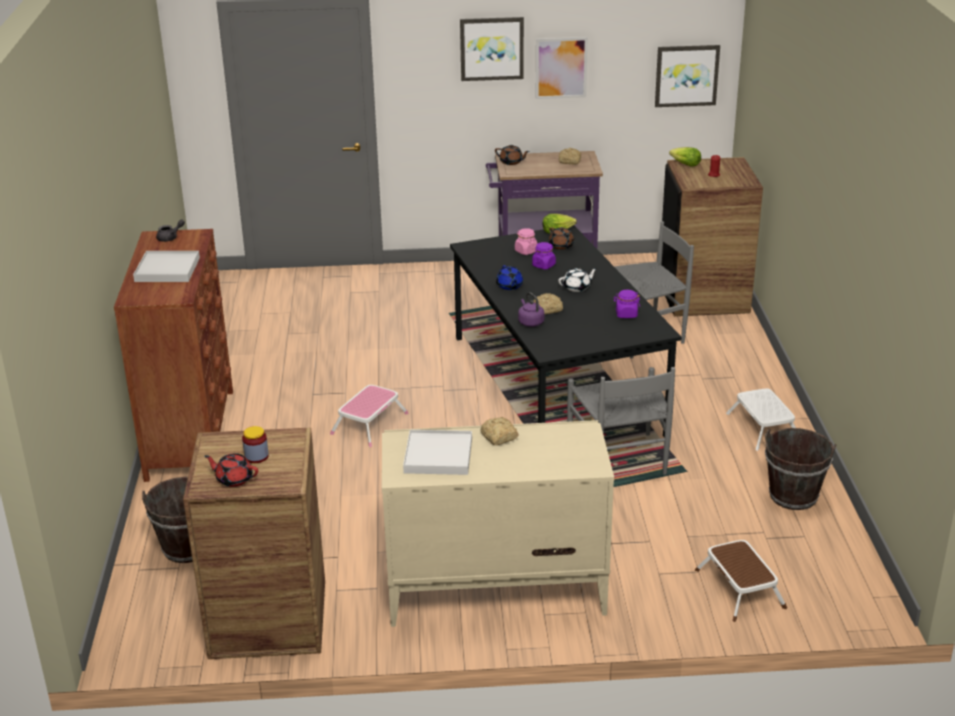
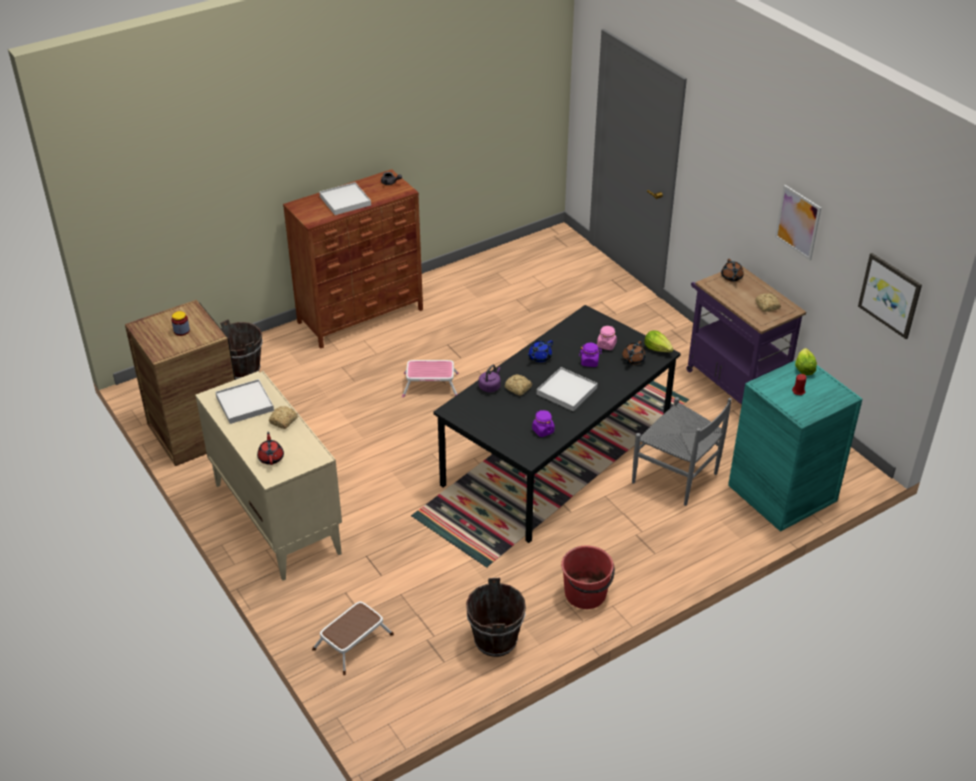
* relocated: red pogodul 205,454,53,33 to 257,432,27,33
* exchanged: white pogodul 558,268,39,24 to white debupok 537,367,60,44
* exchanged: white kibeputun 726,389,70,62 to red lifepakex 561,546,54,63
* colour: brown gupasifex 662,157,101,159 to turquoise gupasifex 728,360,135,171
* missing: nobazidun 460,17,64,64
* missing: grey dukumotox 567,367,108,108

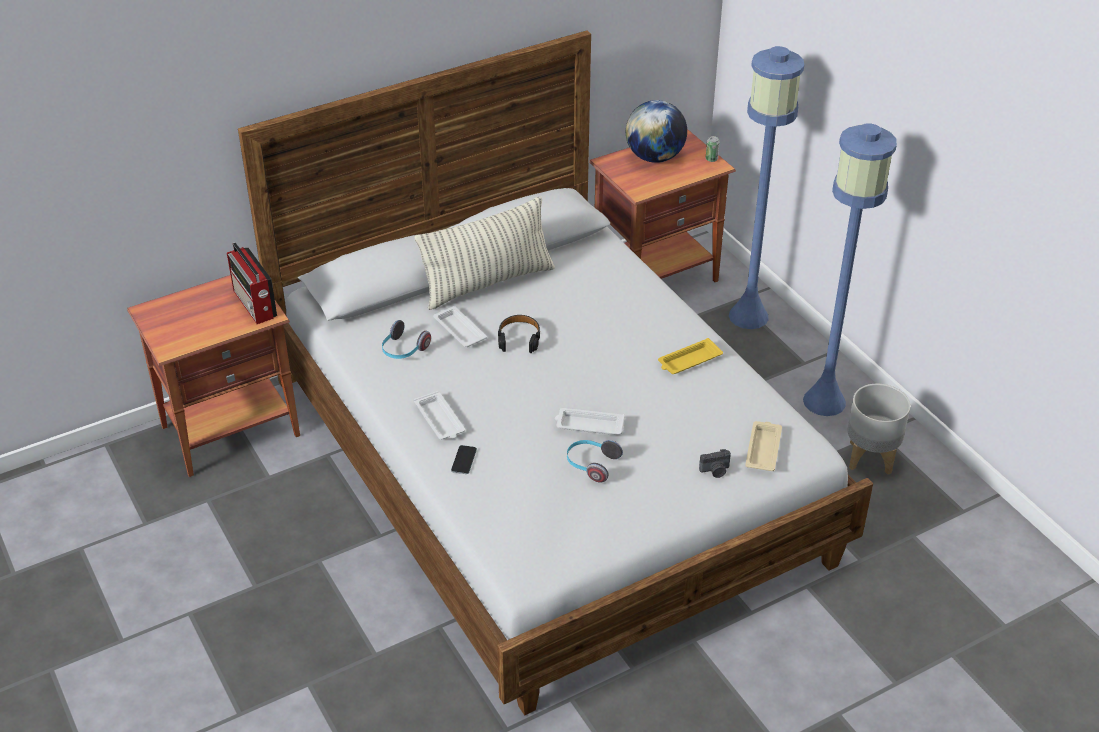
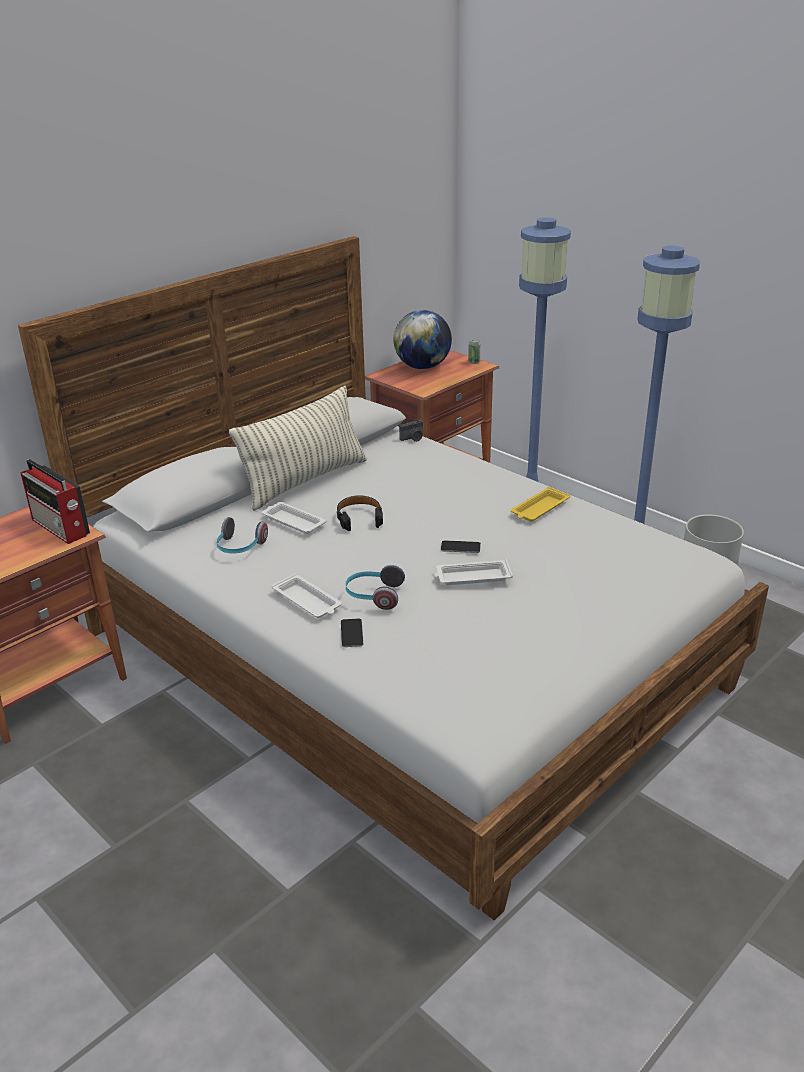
* relocated: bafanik 567,440,56,43 to 345,565,60,45
* relocated: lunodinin 699,449,32,29 to 399,419,24,23
* appeared: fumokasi 441,540,40,13
* missing: beige debupok 745,421,37,50

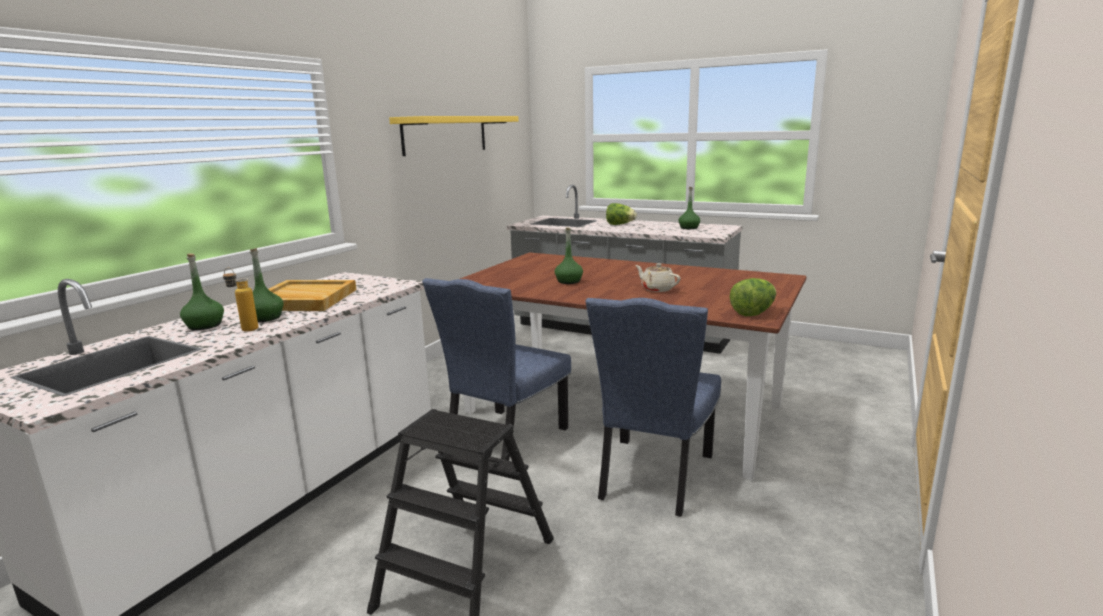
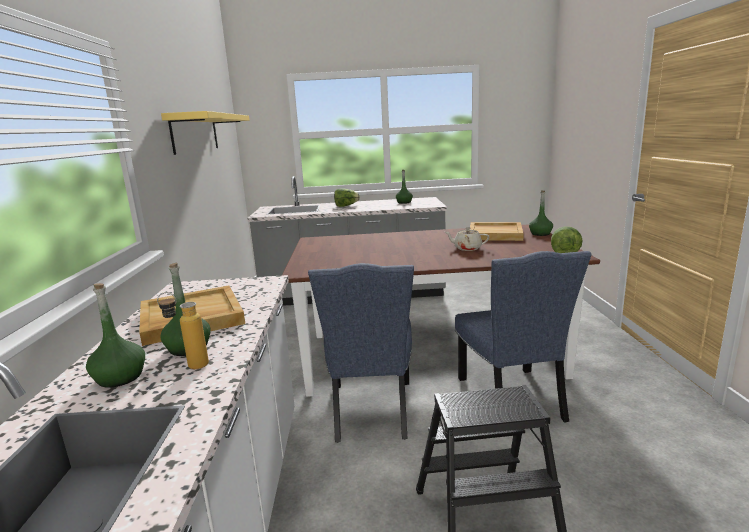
* appeared: beige debupok 470,222,54,19
* relocated: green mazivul 555,227,28,57 to 529,191,24,45

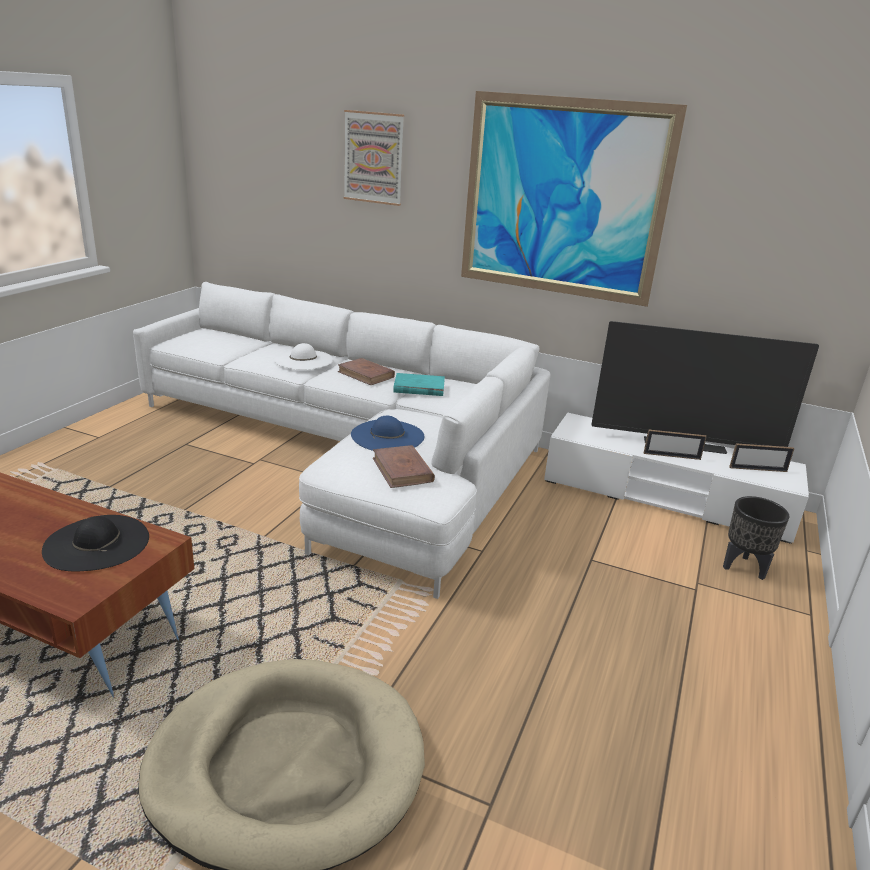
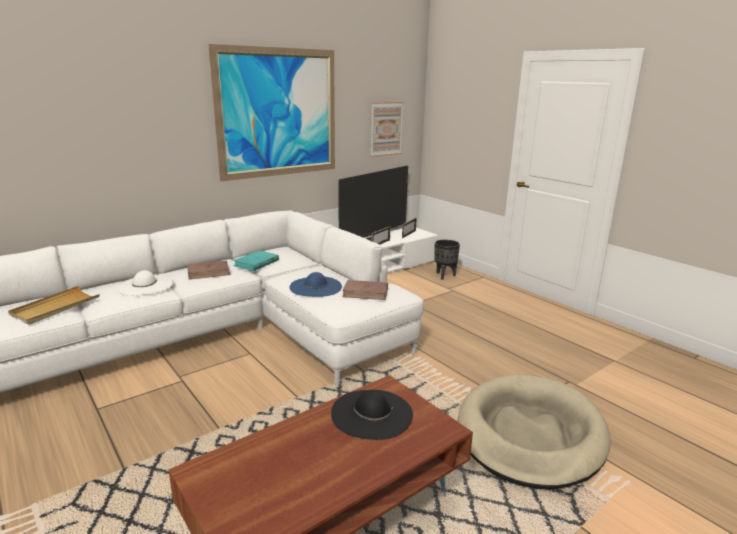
* appeared: beige debupok 8,286,92,38
* relocated: nobazidun 344,110,60,96 to 370,102,34,55

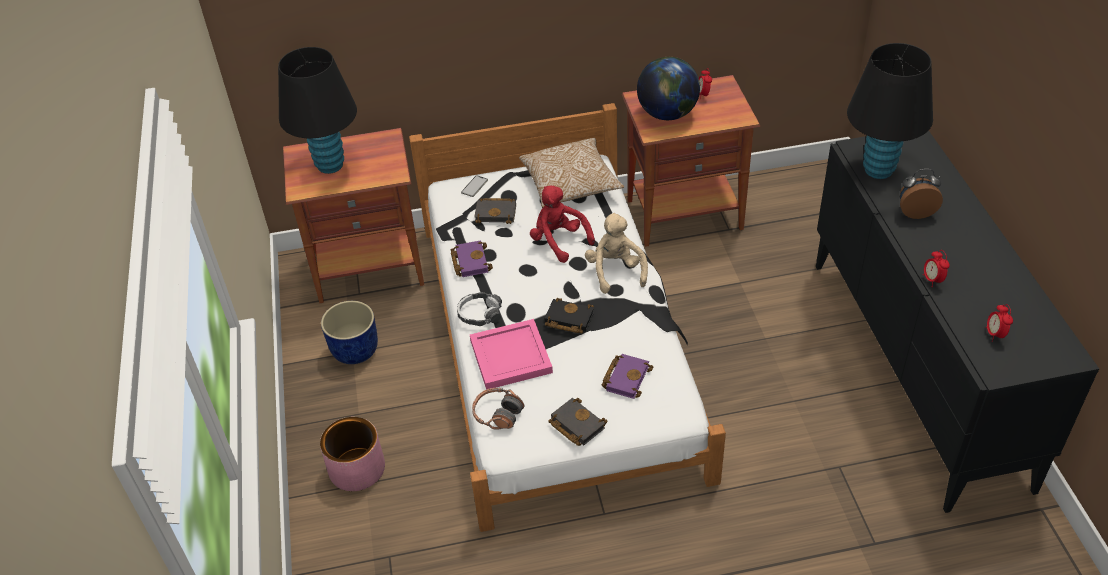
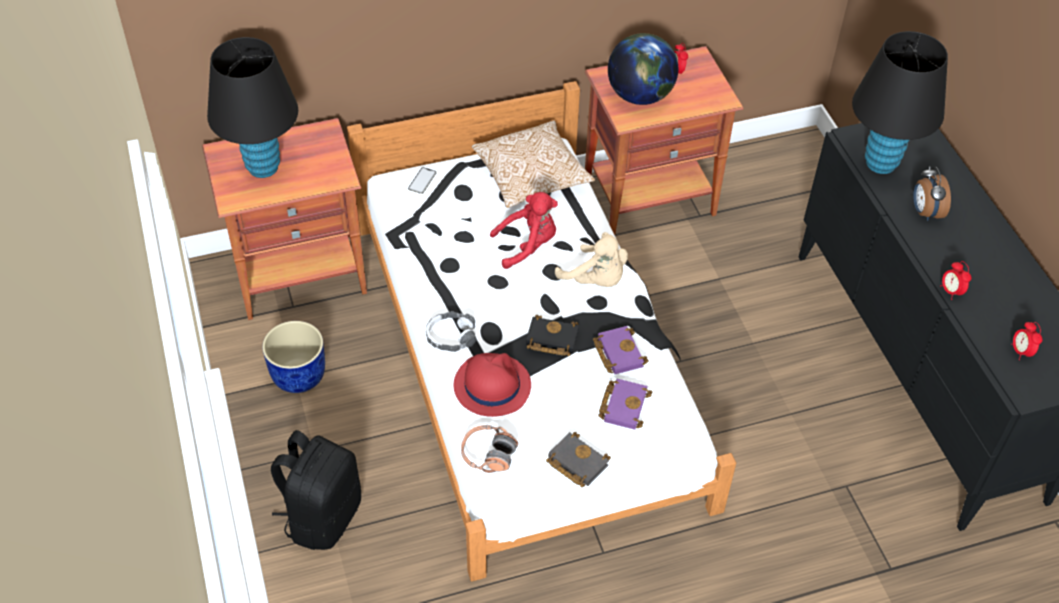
* exchanged: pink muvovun 320,417,65,74 to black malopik 271,430,90,120
* exchanged: pink debupok 470,319,83,71 to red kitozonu 454,353,77,64
* spun: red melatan 530,186,65,77 = 490,192,68,77 120 degrees clockwise
* spun: beige melatan 585,213,63,81 = 555,232,73,55 150 degrees clockwise
* relocated: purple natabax 451,240,42,37 to 593,326,55,48
* spun: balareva 900,169,43,50 = 913,166,38,55 90 degrees counterclockwise
* missing: black natabax 474,198,42,26

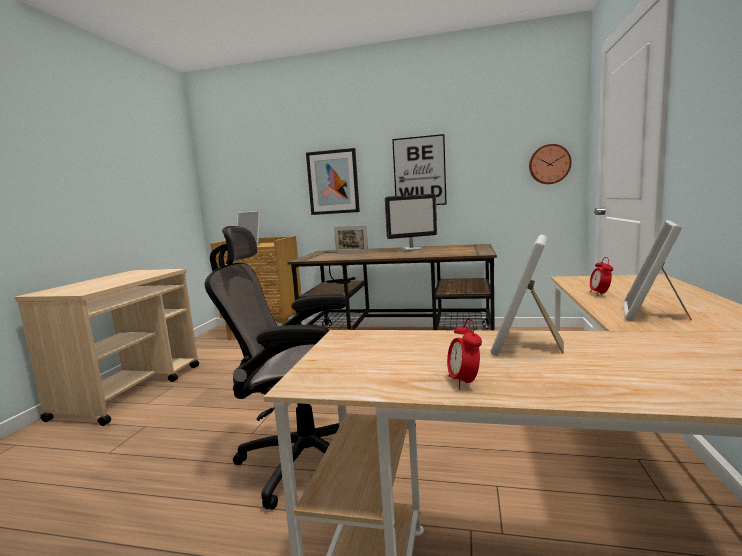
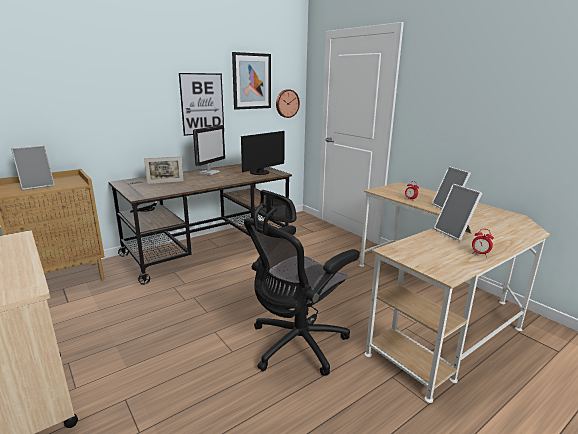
* relocated: nobazidun 306,148,54,67 to 232,52,39,58
* appeared: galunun 241,131,44,44

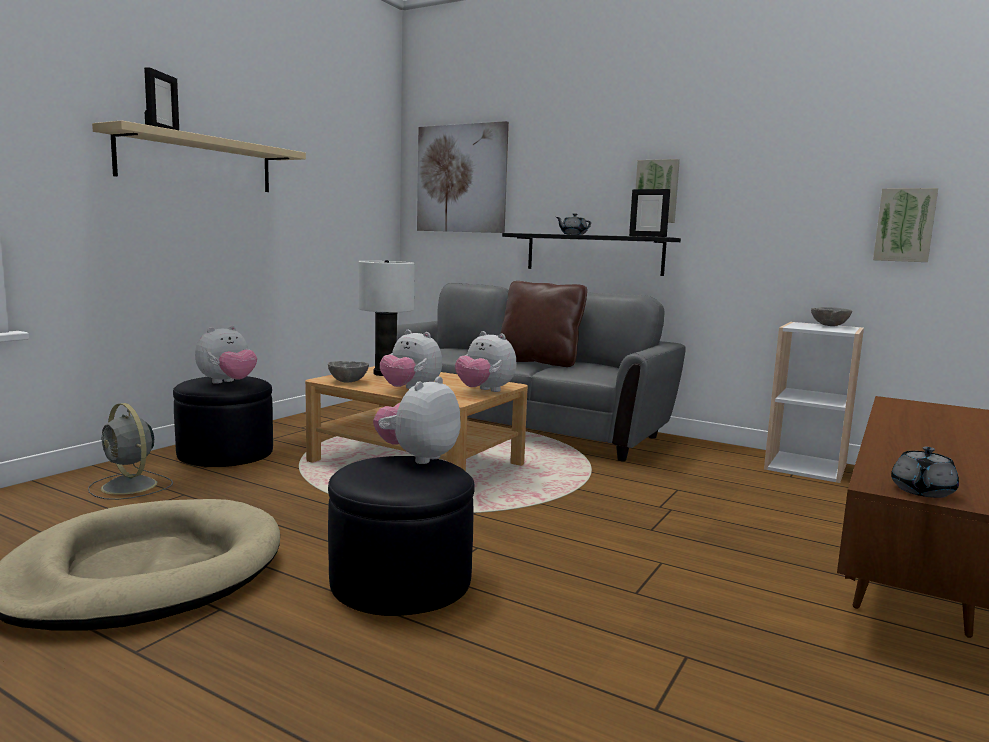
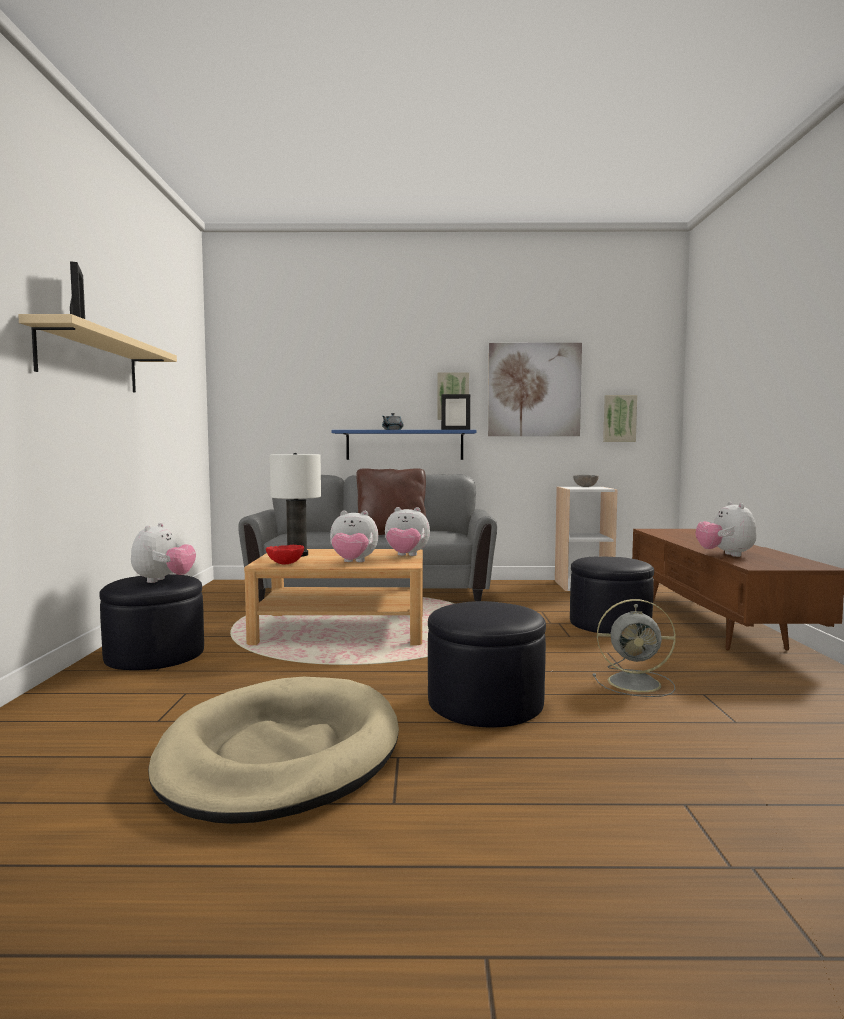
* colour: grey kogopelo 328,361,41,21 to red kogopelo 266,545,38,20
* colour: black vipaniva 502,233,179,43 to blue vipaniva 331,430,145,30
* relocated: nobazidun 417,121,92,112 to 488,343,94,93
* appeared: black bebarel 570,556,84,78
* relocated: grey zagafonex 88,403,85,97 to 592,599,84,98
* relocated: melatan 373,376,88,88 to 696,502,61,55
* missing: grey pogodul 891,447,68,51

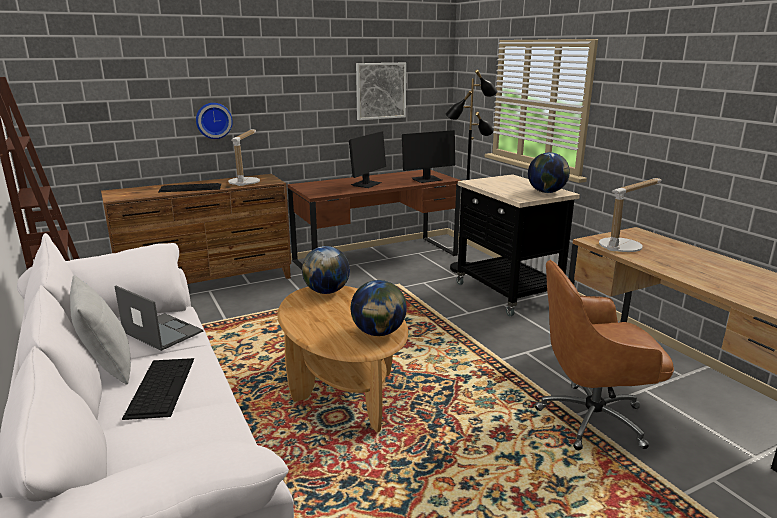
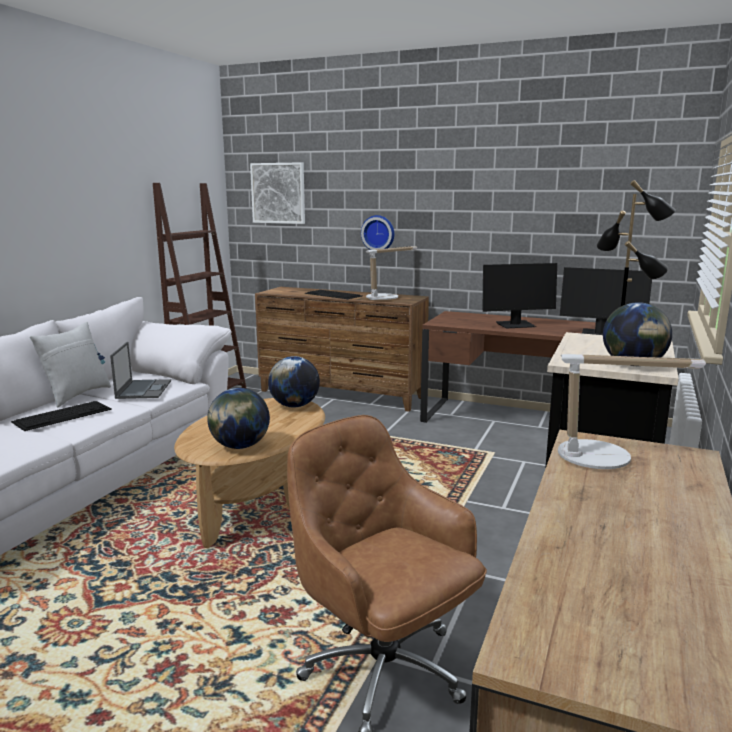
* relocated: nobazidun 356,63,50,57 to 250,162,55,62

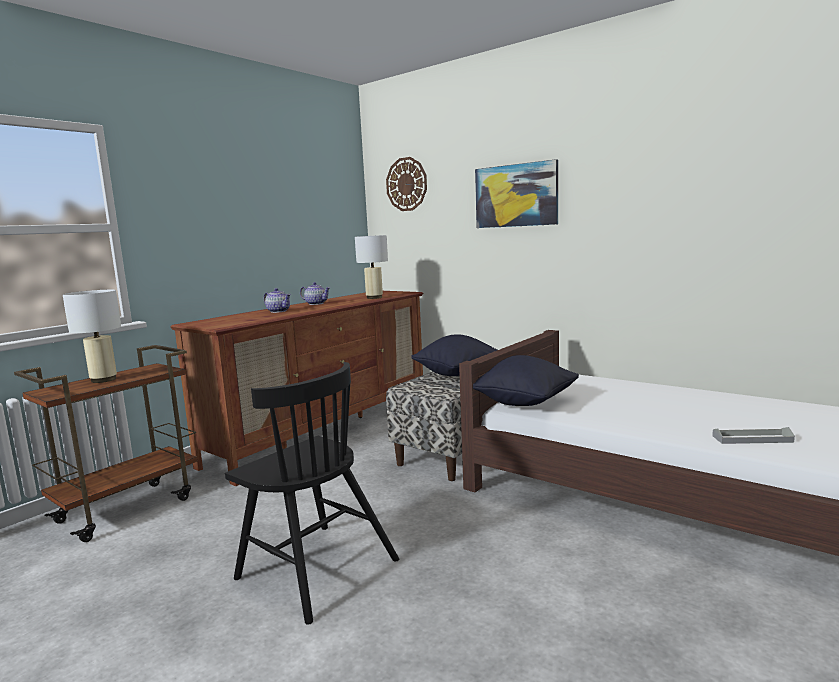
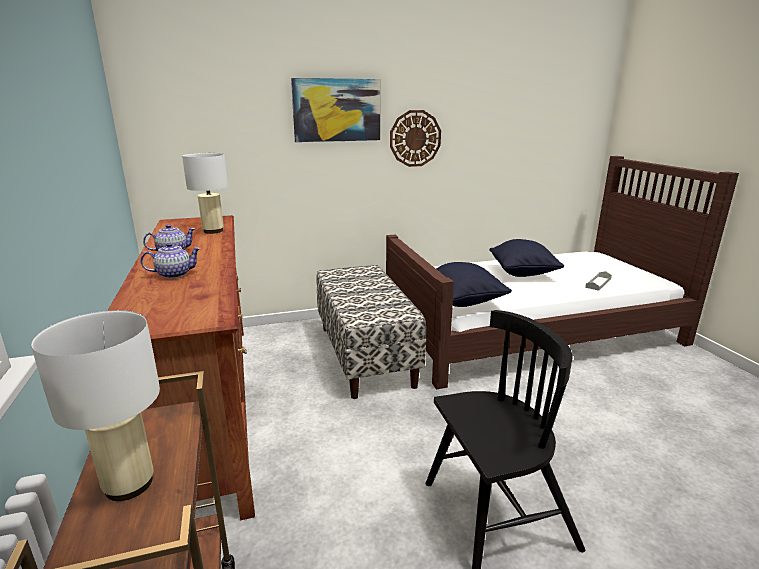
* relocated: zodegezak 386,157,41,54 to 390,110,51,57
* relocated: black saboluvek 411,334,86,42 to 489,239,75,38

